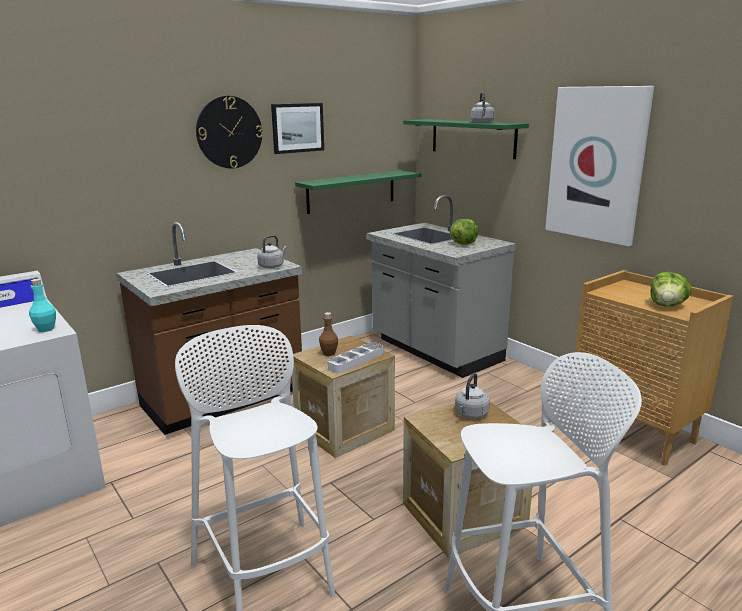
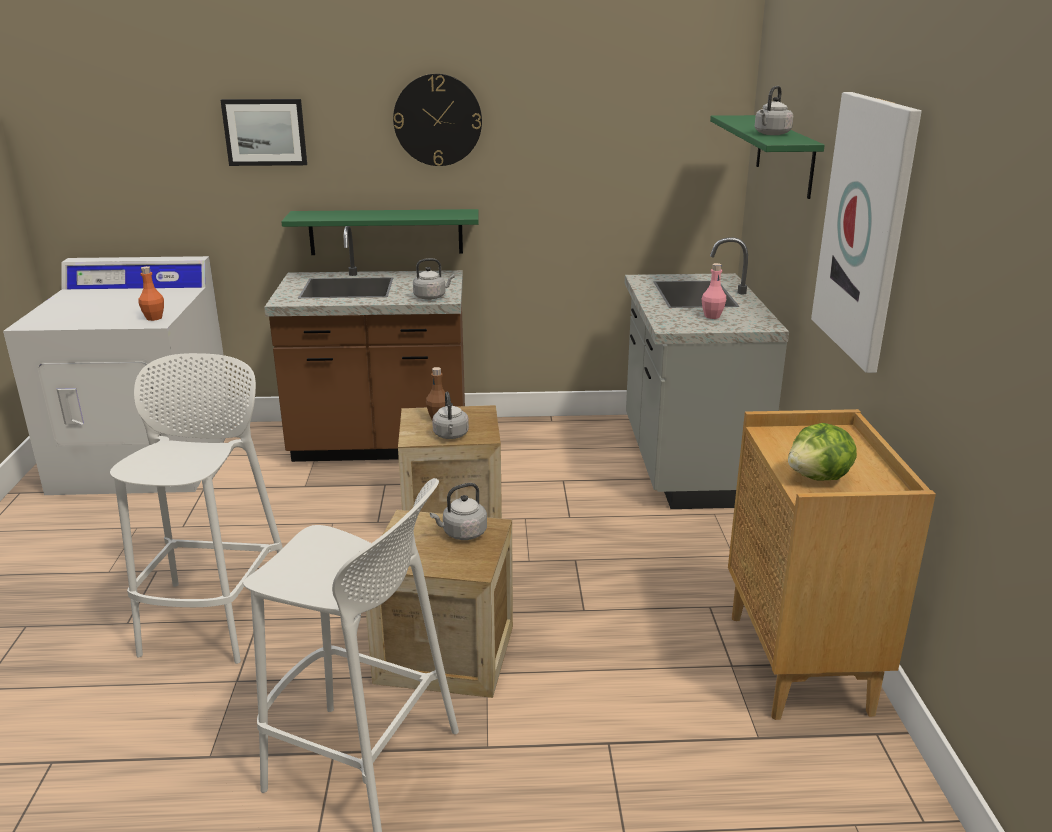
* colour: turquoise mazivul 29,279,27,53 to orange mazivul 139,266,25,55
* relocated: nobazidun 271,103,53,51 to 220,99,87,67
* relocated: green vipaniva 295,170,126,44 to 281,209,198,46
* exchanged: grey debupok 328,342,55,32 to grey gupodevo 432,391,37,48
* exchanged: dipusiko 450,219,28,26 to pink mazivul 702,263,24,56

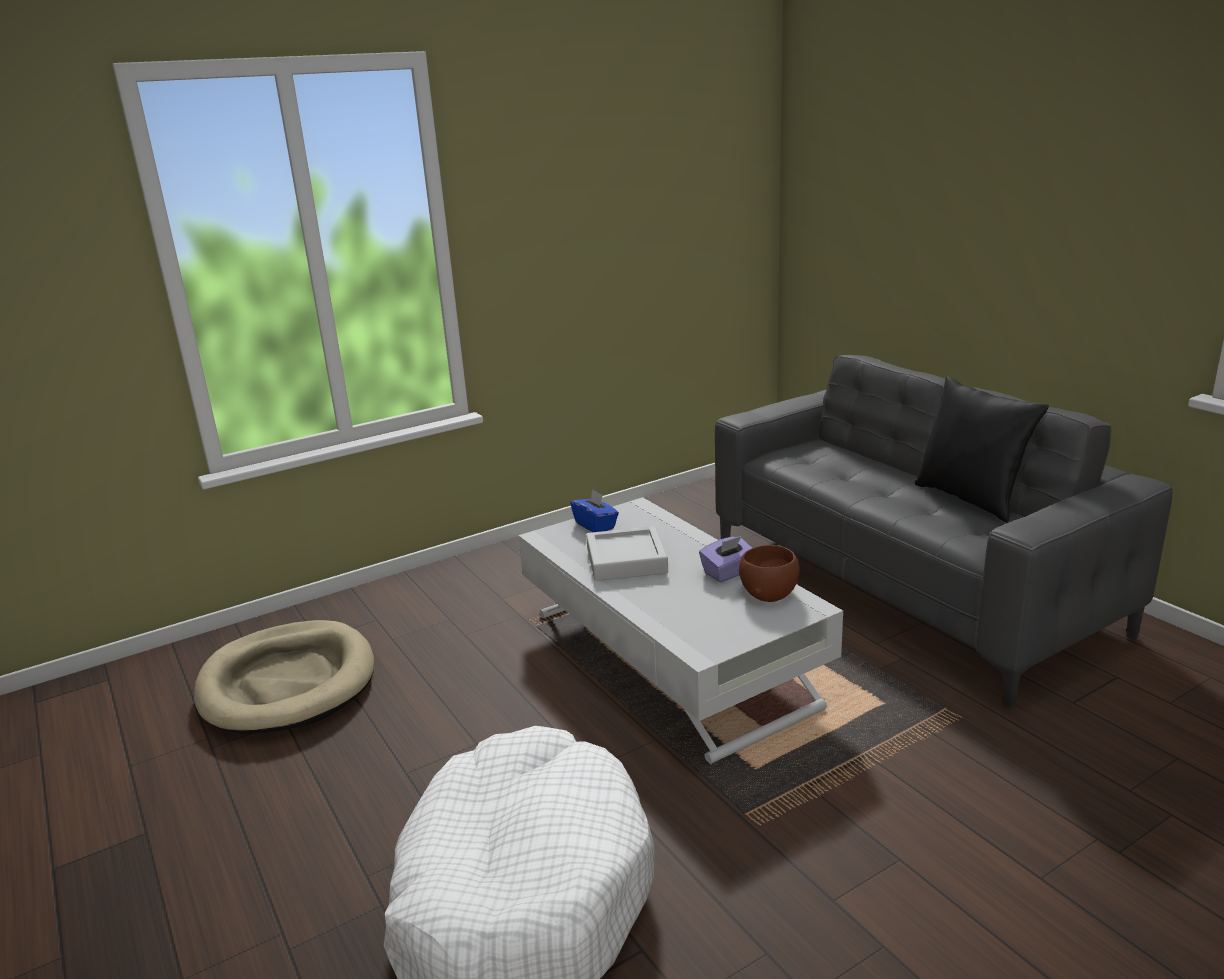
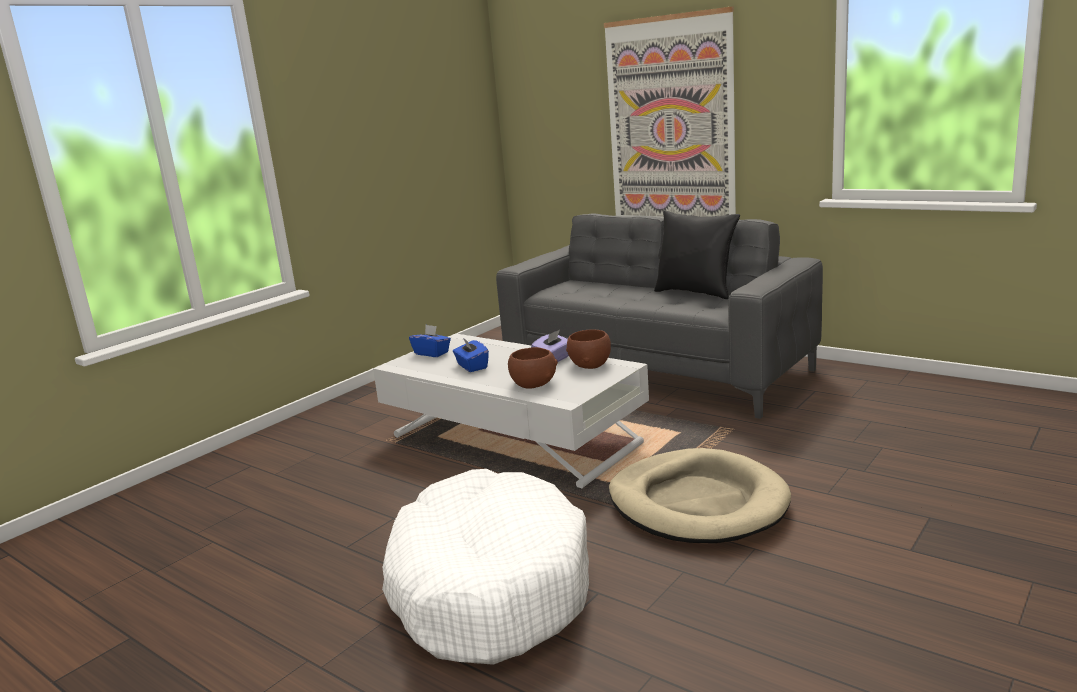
* exchanged: grey debupok 586,526,82,55 to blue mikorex 453,338,36,34
* appeared: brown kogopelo 508,347,50,42
* appeared: nobazidun 604,6,132,212
* relocated: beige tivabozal 194,620,180,114 to 609,448,182,95

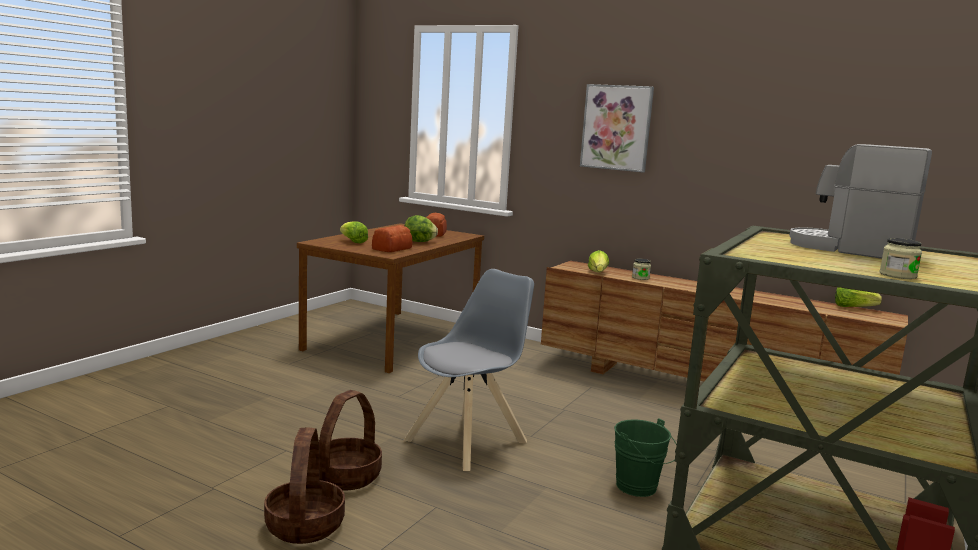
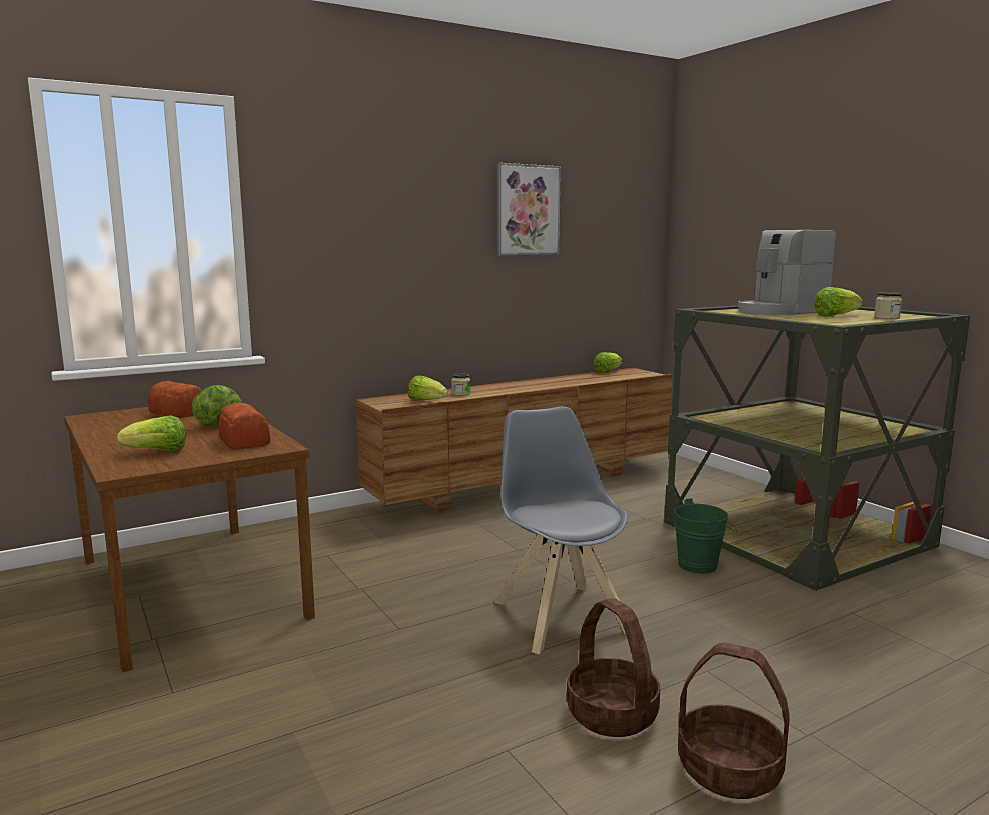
* relocated: nobazidun 580,84,74,88 to 497,163,64,93
* appeared: dipusiko 814,287,49,30

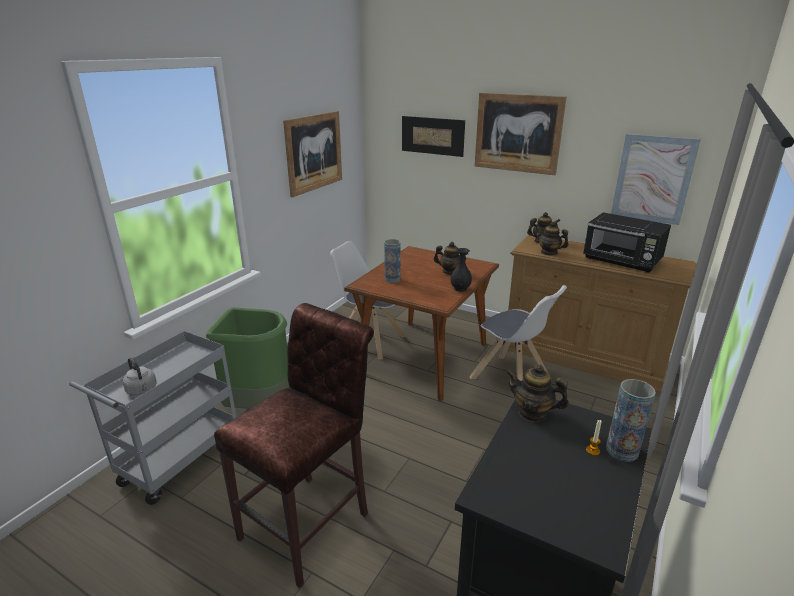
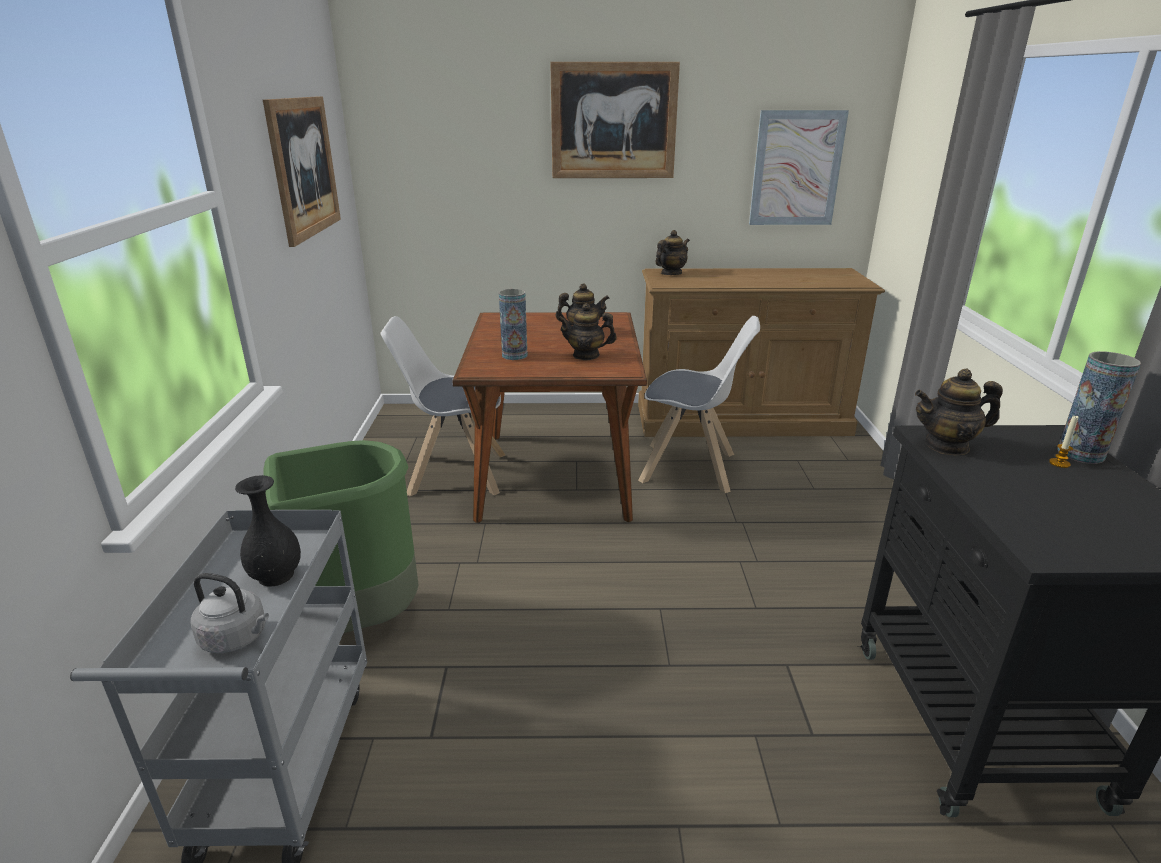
* relocated: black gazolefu 451,248,21,44 to 235,475,66,112
* relocated: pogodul 535,222,34,34 to 558,303,59,57
* missing: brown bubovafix 214,303,160,285
* missing: nobazidun 402,116,63,41
* missing: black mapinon 583,212,88,61

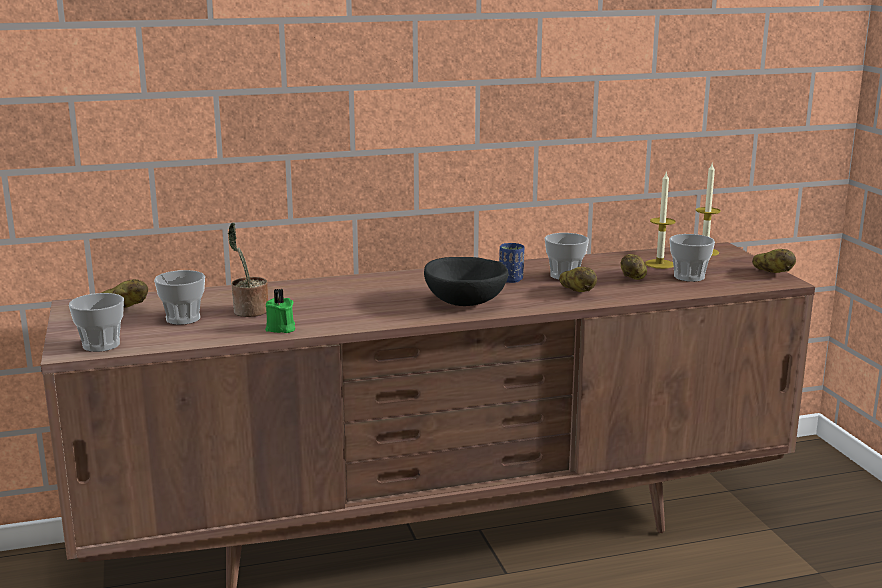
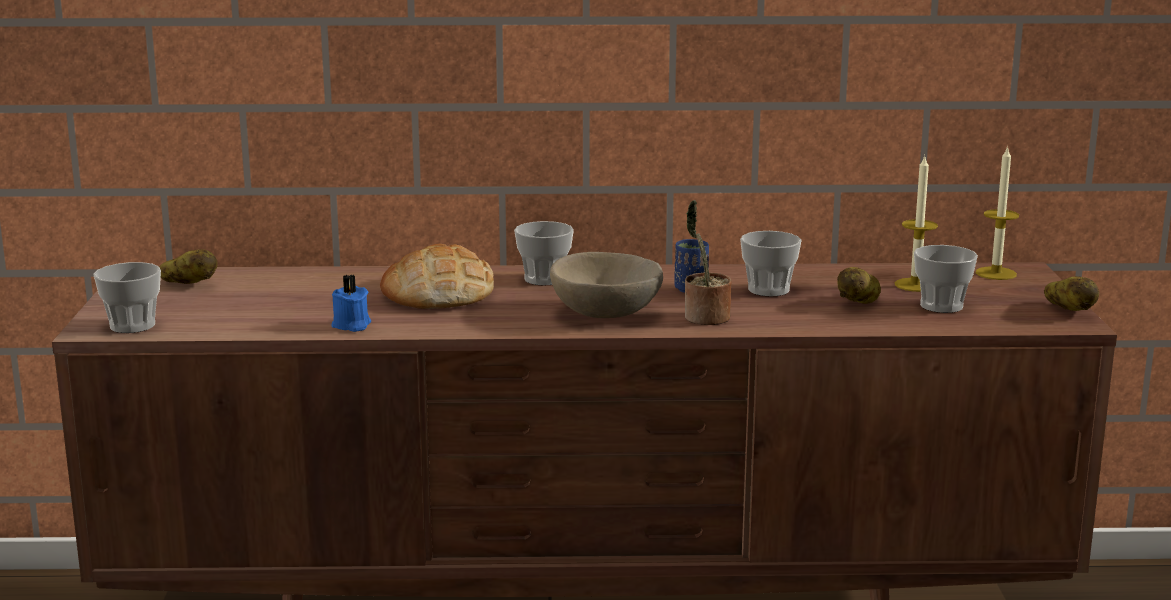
* colour: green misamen 265,288,30,45 to blue misamen 332,274,39,58
* appeared: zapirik 380,244,114,65
* relocated: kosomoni 154,270,51,55 to 514,221,60,64
* colour: black kogopelo 424,257,85,49 to beige kogopelo 550,252,113,66
* relocated: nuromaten 228,222,40,95 to 685,200,47,125
* missing: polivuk 559,267,38,25

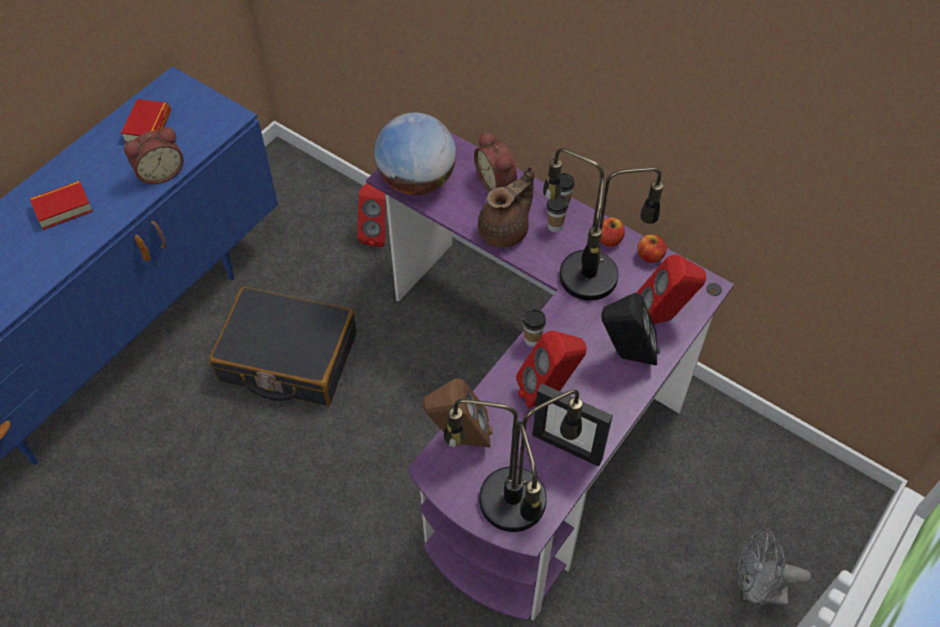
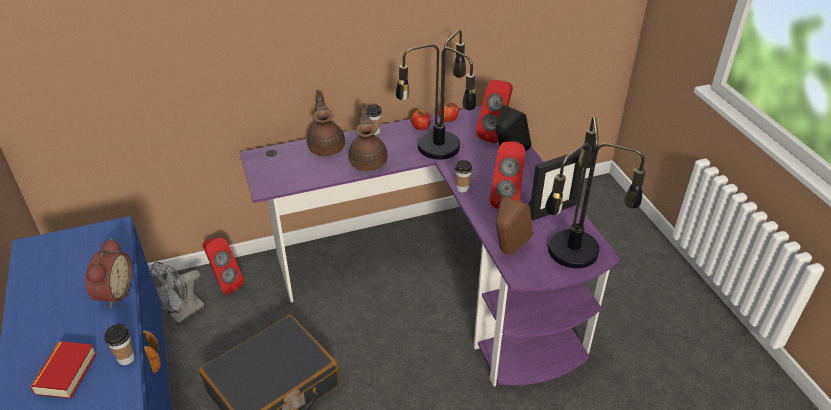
* relocated: kosomoni 546,195,22,37 to 104,324,31,41
* relocated: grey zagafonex 737,528,74,79 to 150,262,55,61
* exchanged: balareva 474,131,43,61 to brown pogodul 307,90,38,66
* missing: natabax 121,99,50,44
* missing: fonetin 374,113,82,82

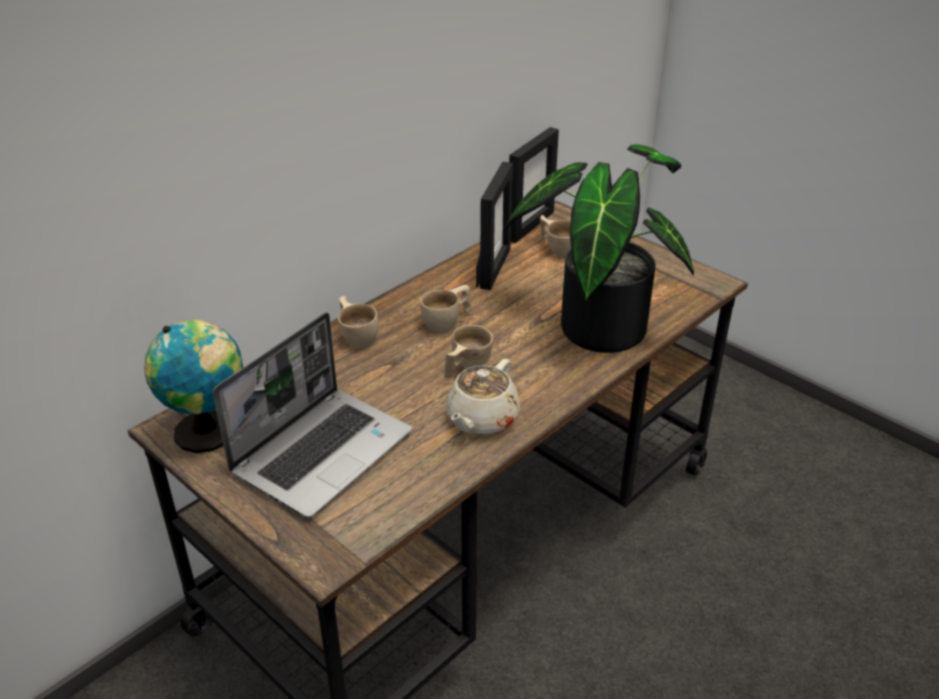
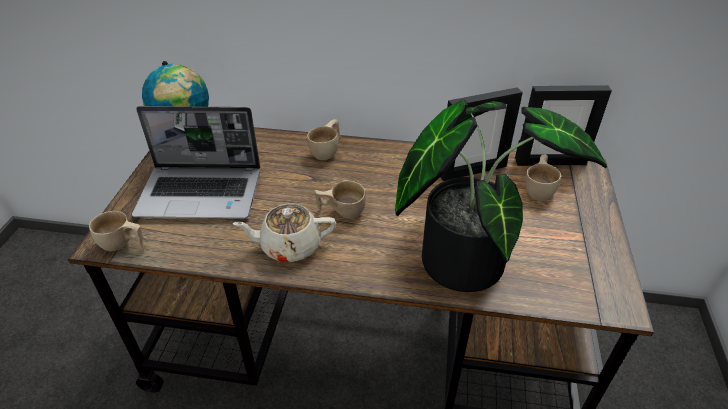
* relocated: beige kosomoni 420,285,52,47 to 89,211,55,40

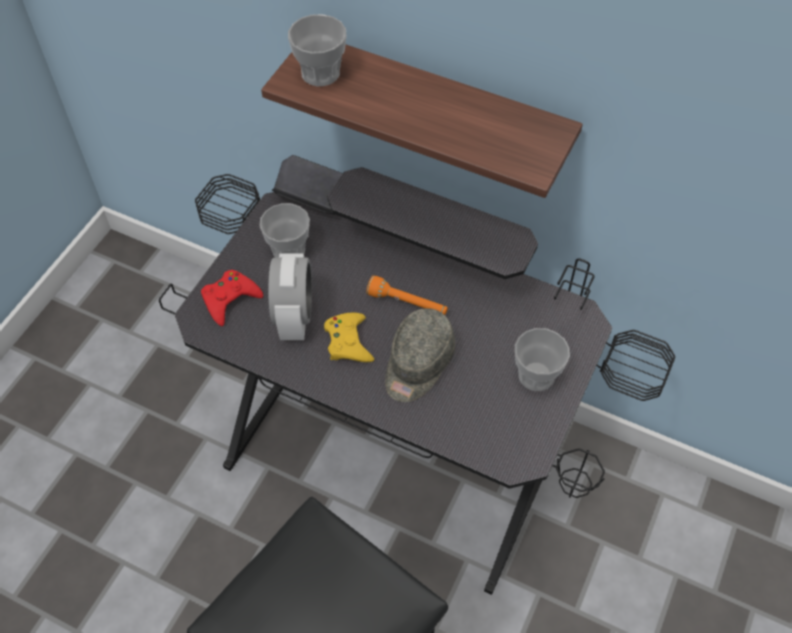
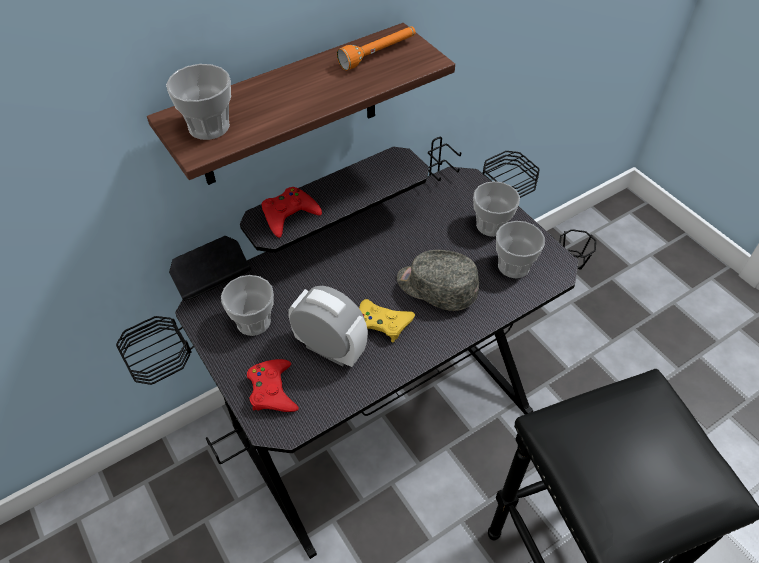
* appeared: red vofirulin 261,187,61,51
* relocated: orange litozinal 367,275,81,40 to 337,26,79,44
* spun: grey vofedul 385,308,70,94 = 397,250,82,61 150 degrees clockwise
* appeared: kosomoni 496,221,49,57

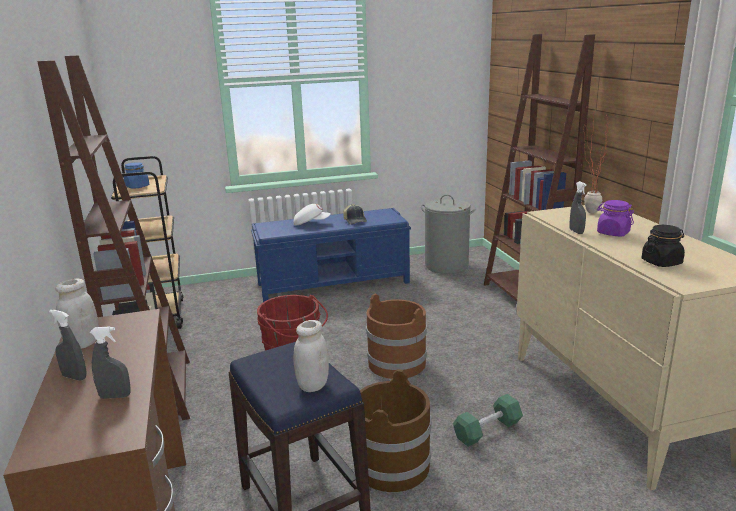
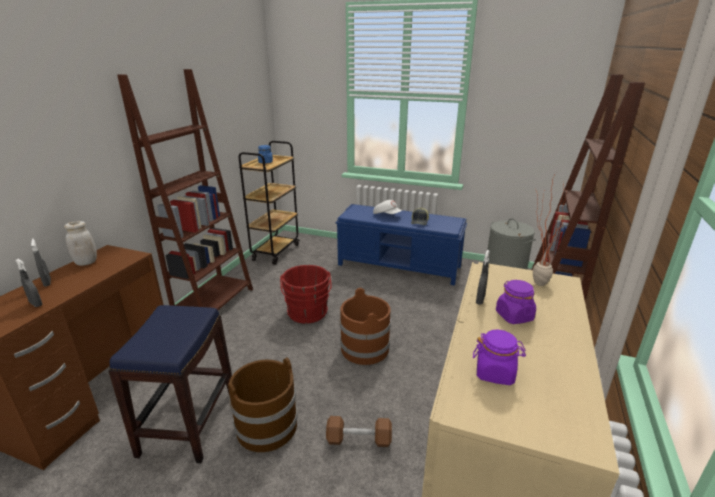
* colour: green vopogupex 453,394,70,53 to brown vopogupex 326,416,66,31
* colour: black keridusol 642,225,43,42 to purple keridusol 473,330,53,55
* missing: white keridusol 293,320,36,72

